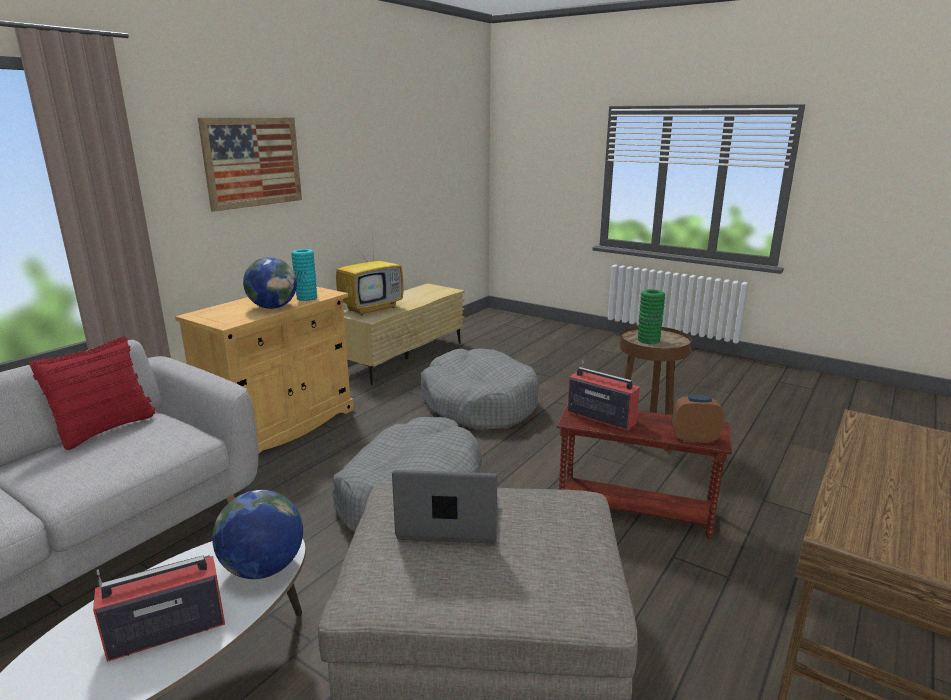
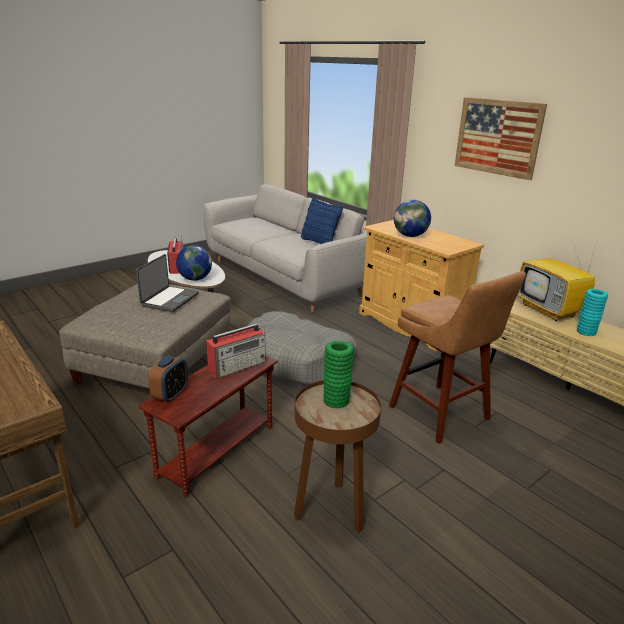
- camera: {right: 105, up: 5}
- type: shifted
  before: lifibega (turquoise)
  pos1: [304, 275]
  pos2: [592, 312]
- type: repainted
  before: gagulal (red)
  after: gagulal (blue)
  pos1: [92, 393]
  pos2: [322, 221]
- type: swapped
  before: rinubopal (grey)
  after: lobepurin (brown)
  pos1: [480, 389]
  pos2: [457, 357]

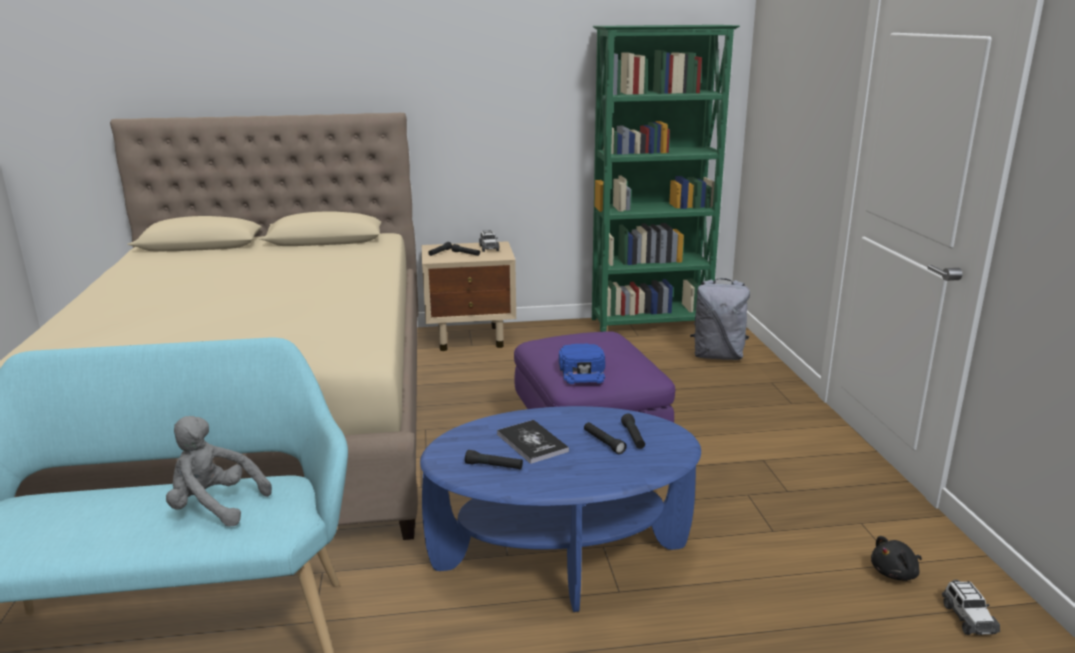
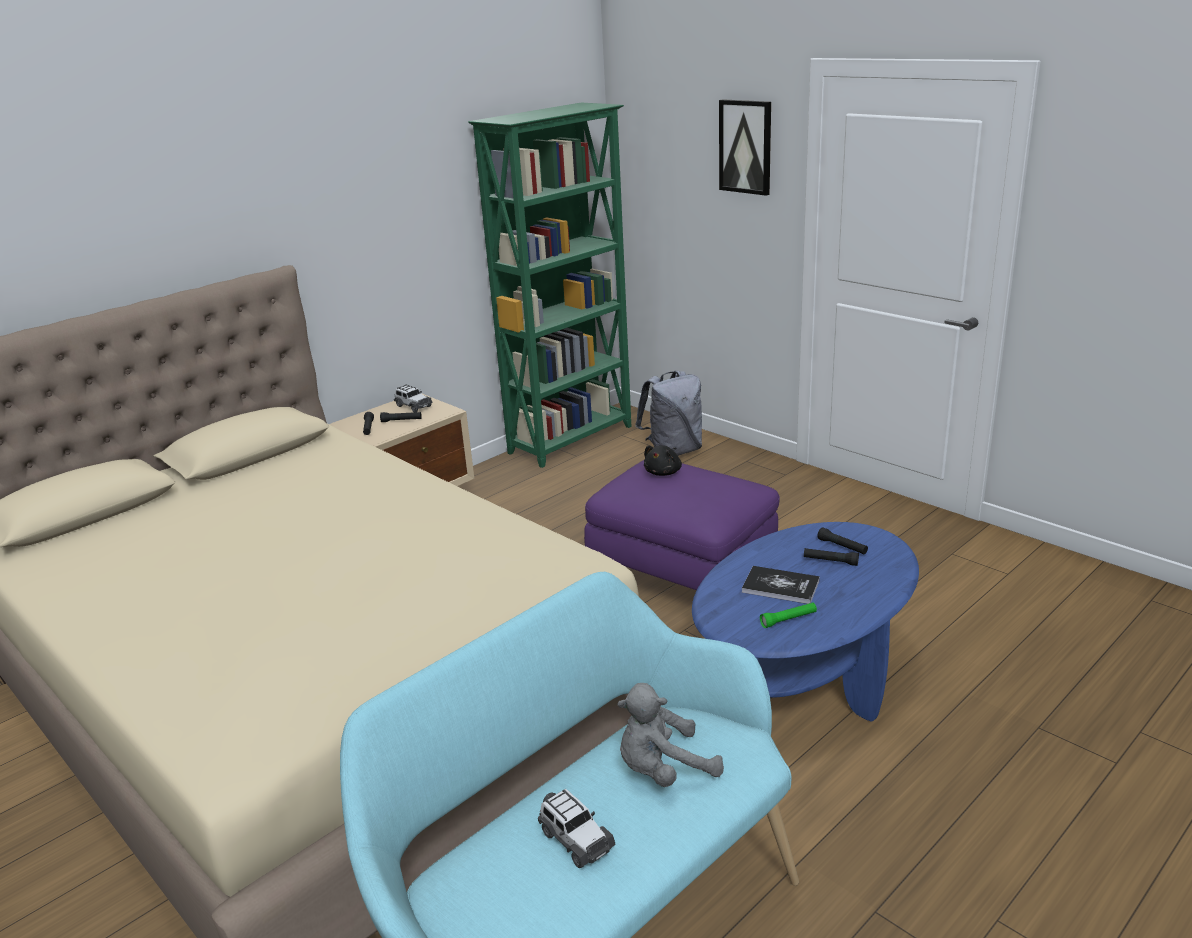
- camera: {right: -35, up: 5}
- type: gone
  before: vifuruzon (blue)
  pos1: [582, 364]
- type: repainted
  before: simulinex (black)
  after: simulinex (green)
  pos1: [494, 459]
  pos2: [788, 615]
- type: shifted
  before: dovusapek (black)
  pos1: [896, 558]
  pos2: [663, 460]
- type: shifted
  before: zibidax
  pos1: [971, 607]
  pos2: [576, 828]
- type: new
  after: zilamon
  pos2: [745, 147]

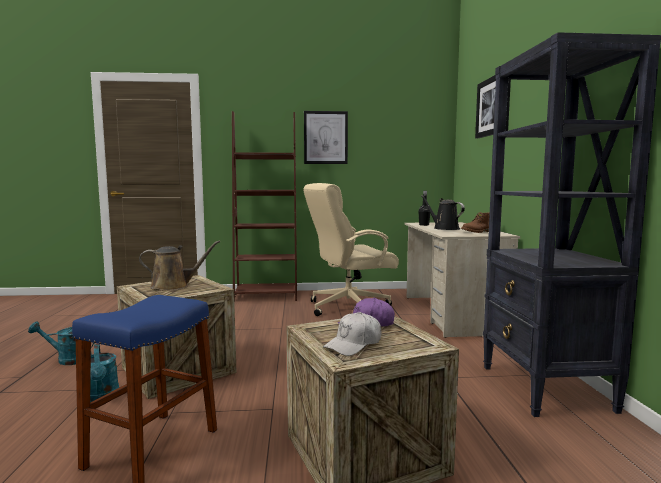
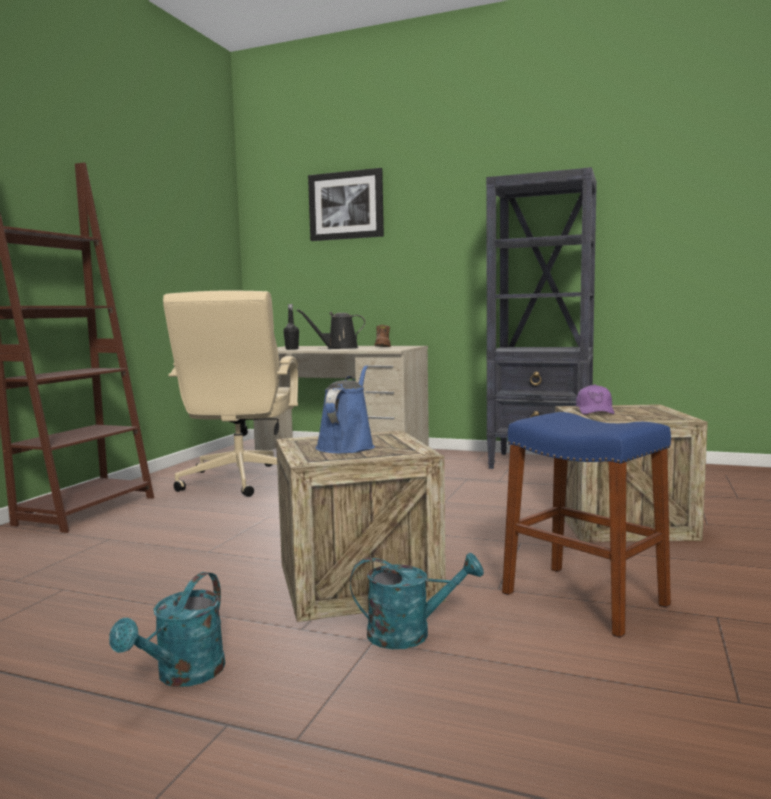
- camera: {right: -65, up: 0}
- type: gone
  before: zilamon
  pos1: [326, 137]
- type: repainted
  before: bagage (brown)
  after: bagage (blue)
  pos1: [179, 265]
  pos2: [345, 409]
- type: gone
  before: vifuruzon (white)
  pos1: [352, 334]

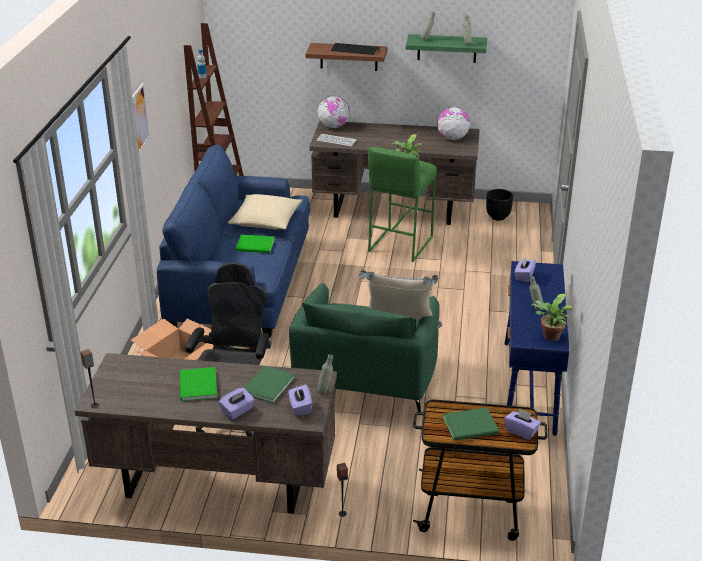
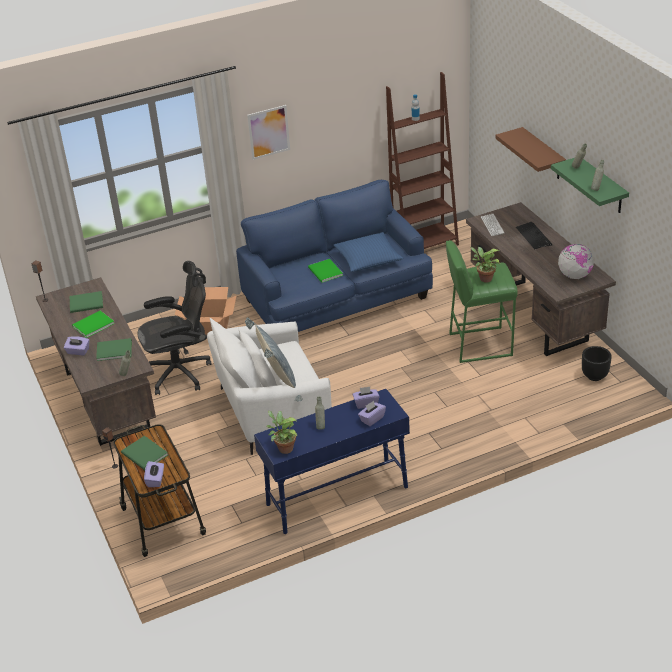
- camera: {right: 60, up: 5}
- type: shifted
  before: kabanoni
  pos1: [355, 49]
  pos2: [534, 235]
- type: gone
  before: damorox
  pos1: [333, 112]
- type: repainted
  before: gagulal (beige)
  after: gagulal (blue)
  pos1: [265, 211]
  pos2: [368, 252]
- type: repainted
  before: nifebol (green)
  after: nifebol (white)
  pos1: [364, 347]
  pos2: [269, 386]
- type: shifted
  before: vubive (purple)
  pos1: [300, 400]
  pos2: [372, 413]
- type: new
  after: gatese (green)
  pos2: [86, 302]

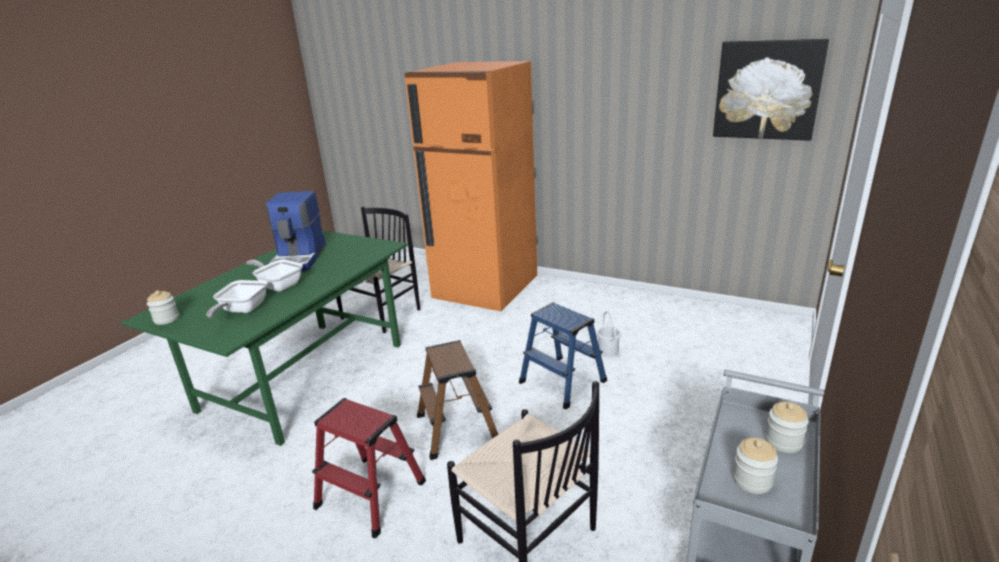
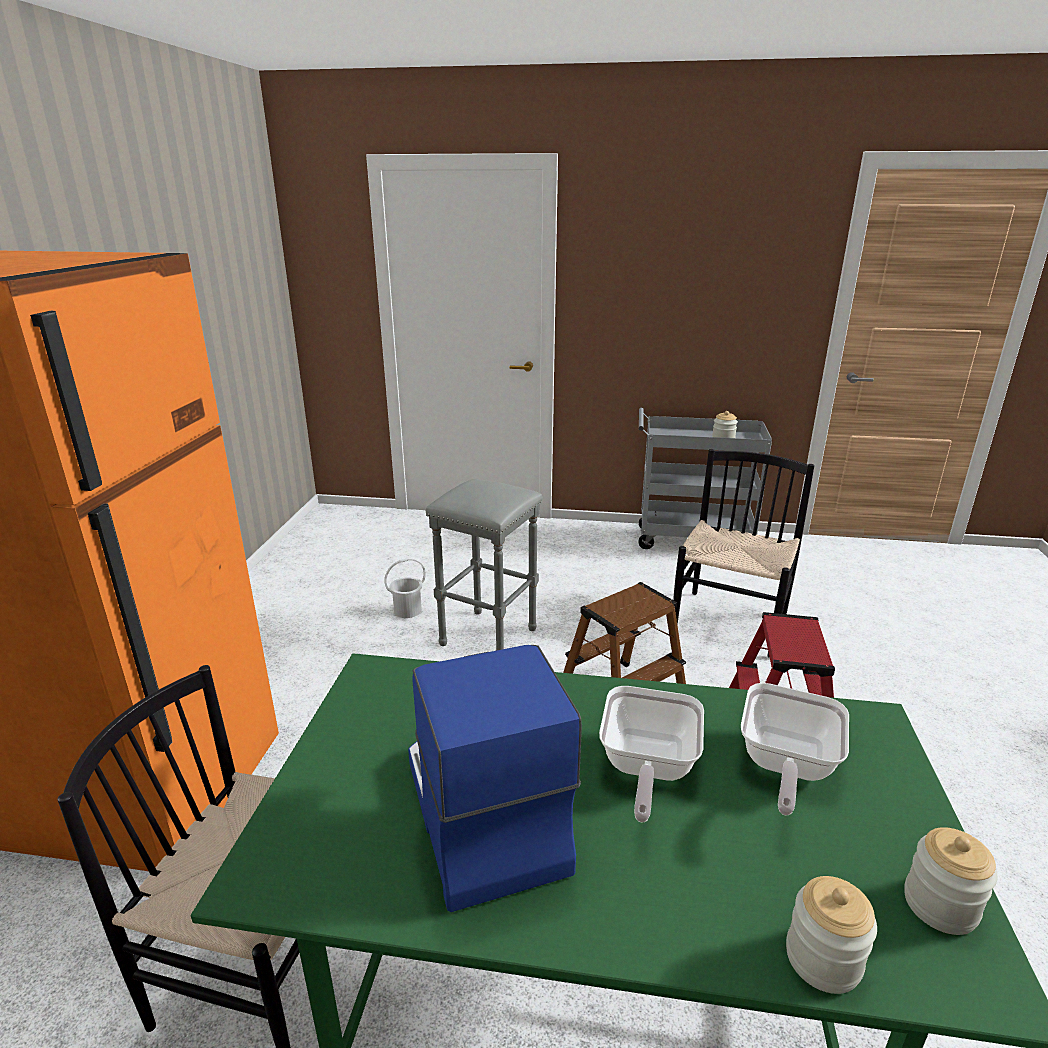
- camera: {right: -110, up: 0}
- type: gone
  before: zilamon
  pos1: [771, 90]
- type: rotated
  before: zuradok
  pos1: [295, 231]
  pos2: [495, 778]
  turn: -90
- type: rotated
  before: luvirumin
  pos1: [236, 299]
  pos2: [795, 749]
  turn: 120
- type: swapped
  before: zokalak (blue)
  after: lobepurin (grey)
  pos1: [563, 355]
  pos2: [483, 565]
- type: shifted
  before: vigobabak
  pos1: [787, 427]
  pos2: [831, 935]

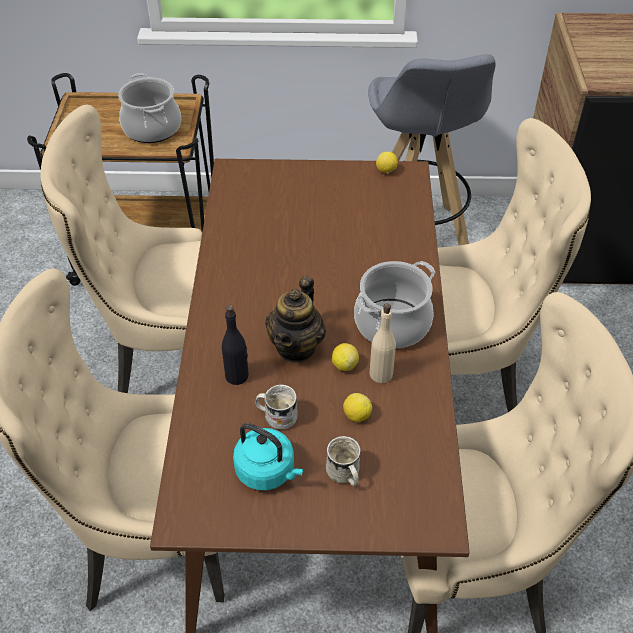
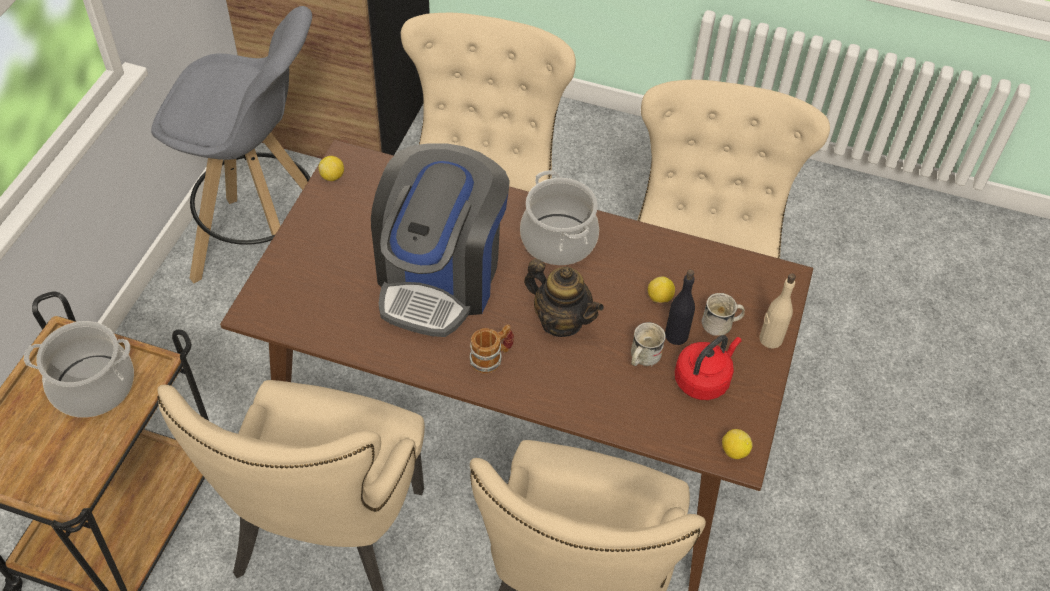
- camera: {right: -75, up: 5}
- type: shifted
  before: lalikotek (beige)
  pos1: [382, 343]
  pos2: [778, 311]
- type: shifted
  before: lalikotek (black)
  pos1: [235, 345]
  pos2: [680, 307]
- type: shifted
  before: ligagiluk
  pos1: [345, 357]
  pos2: [737, 444]
- type: repainted
  before: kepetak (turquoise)
  after: kepetak (red)
  pos1: [268, 456]
  pos2: [708, 367]
- type: new
  after: zuradok
  pos2: [440, 240]
- type: new
  after: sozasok
  pos2: [492, 349]

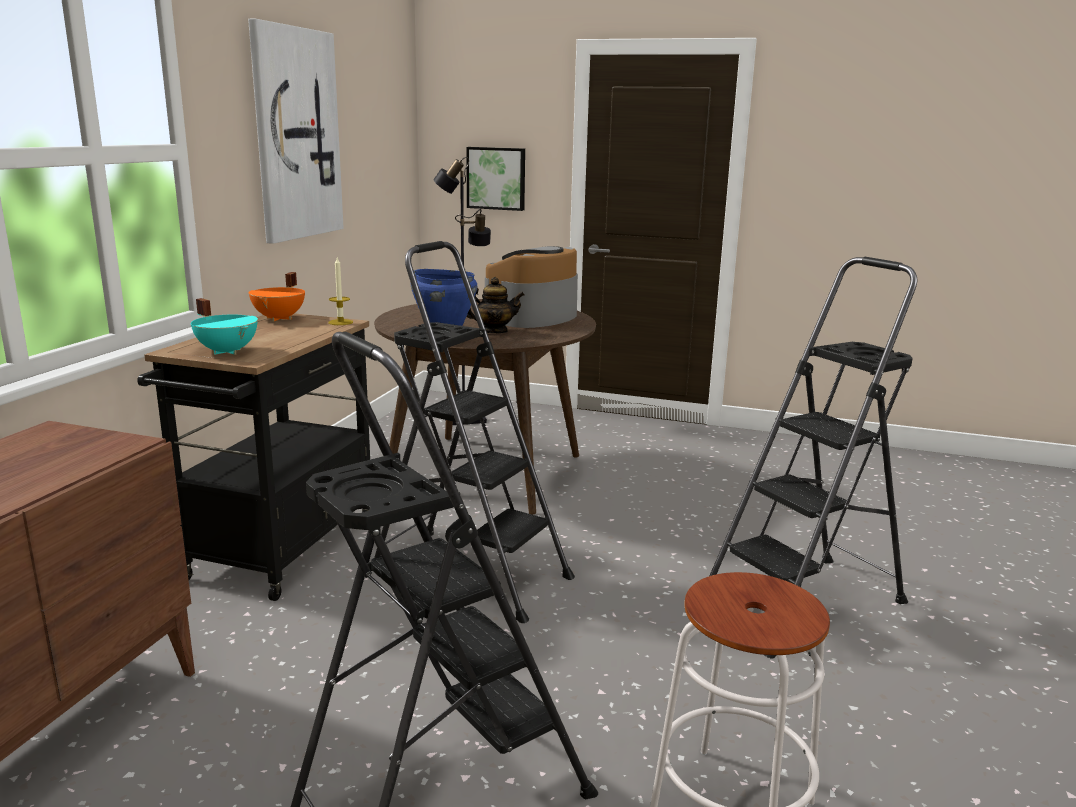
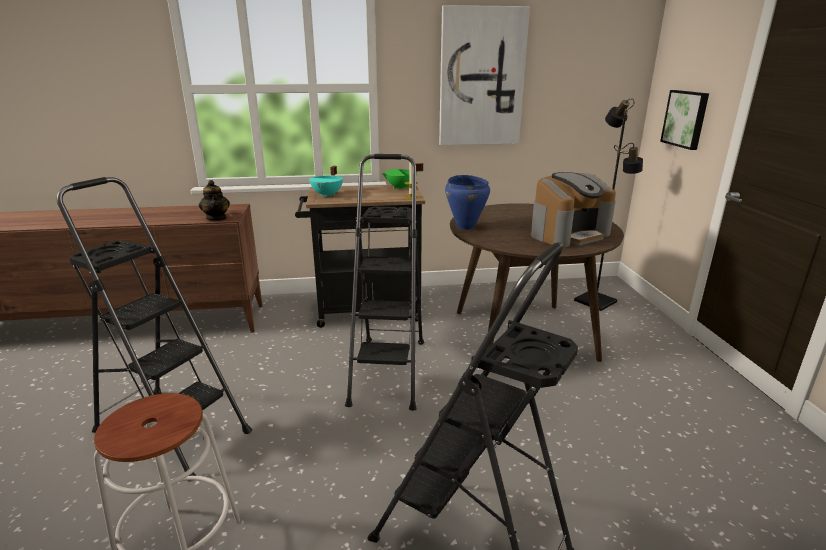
- camera: {right: 65, up: 5}
- type: rotated
  before: zuradok
  pos1: [531, 287]
  pos2: [573, 209]
  turn: 135
- type: repainted
  before: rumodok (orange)
  after: rumodok (green)
  pos1: [276, 297]
  pos2: [402, 176]
- type: shifted
  before: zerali
  pos1: [495, 305]
  pos2: [214, 200]

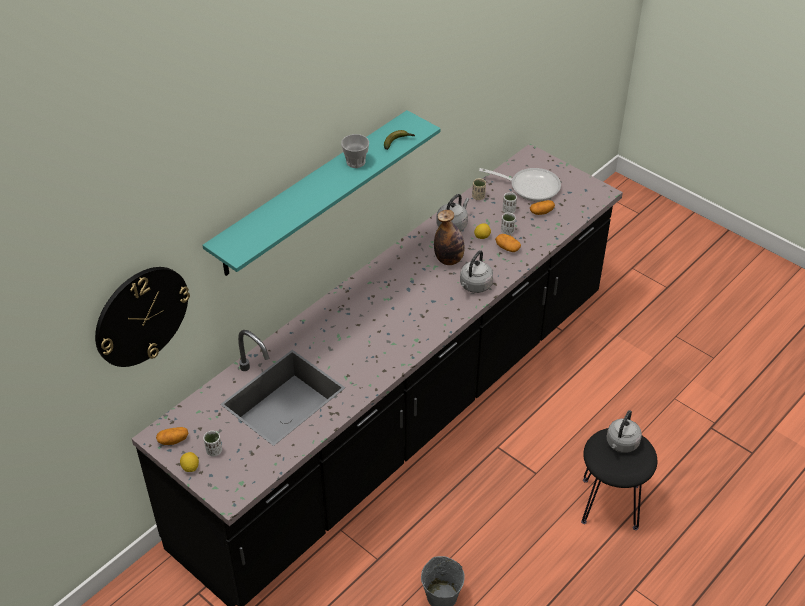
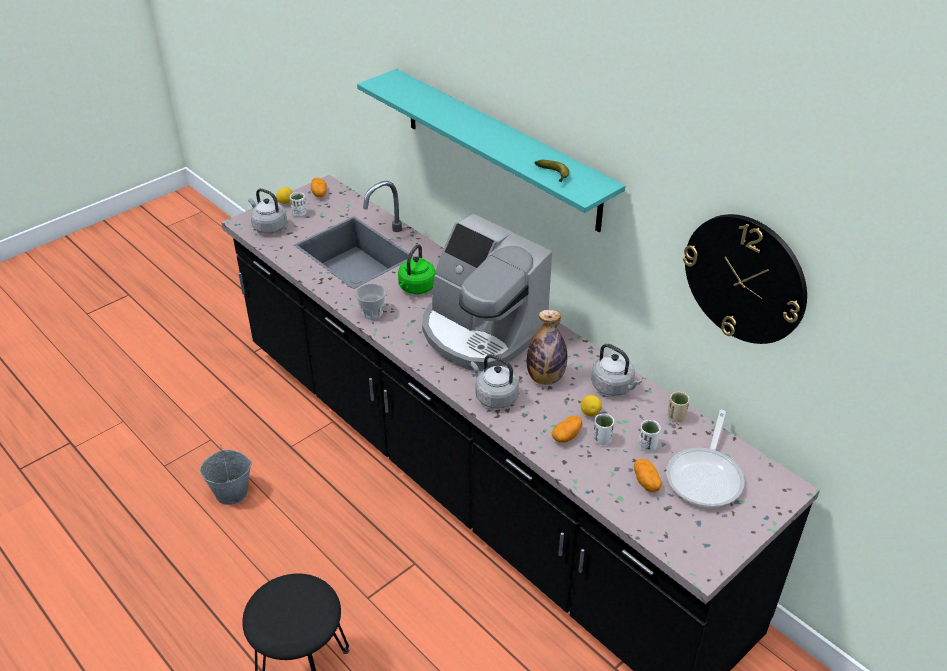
- camera: {right: 95, up: -5}
- type: shifted
  before: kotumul
  pos1: [355, 151]
  pos2: [370, 301]
- type: shifted
  before: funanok
  pos1: [142, 317]
  pos2: [745, 279]
- type: shifted
  before: kepetak (grey)
  pos1: [624, 431]
  pos2: [267, 211]
- type: new
  after: zuradok
  pos2: [487, 292]
- type: new
  after: kepetak (green)
  pos2: [417, 269]

